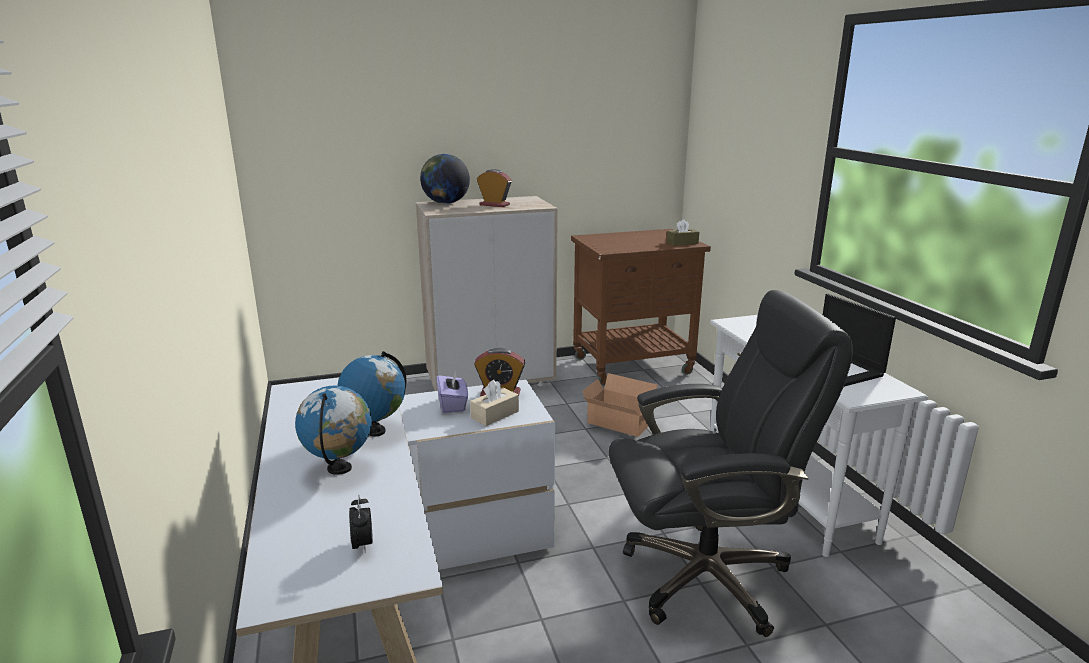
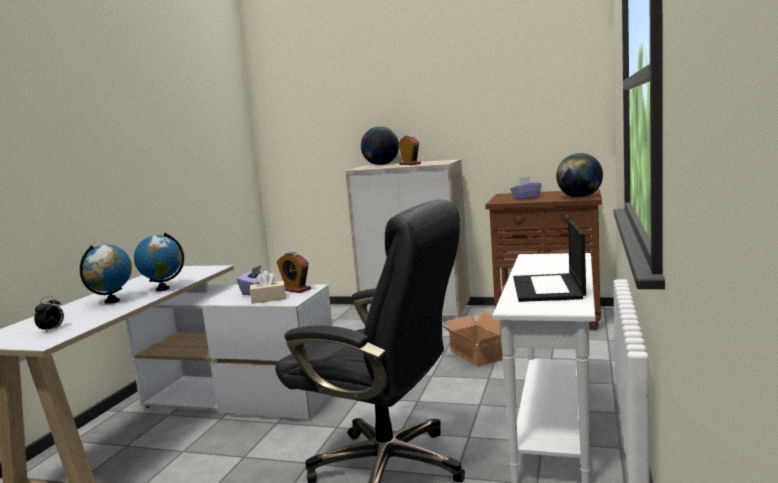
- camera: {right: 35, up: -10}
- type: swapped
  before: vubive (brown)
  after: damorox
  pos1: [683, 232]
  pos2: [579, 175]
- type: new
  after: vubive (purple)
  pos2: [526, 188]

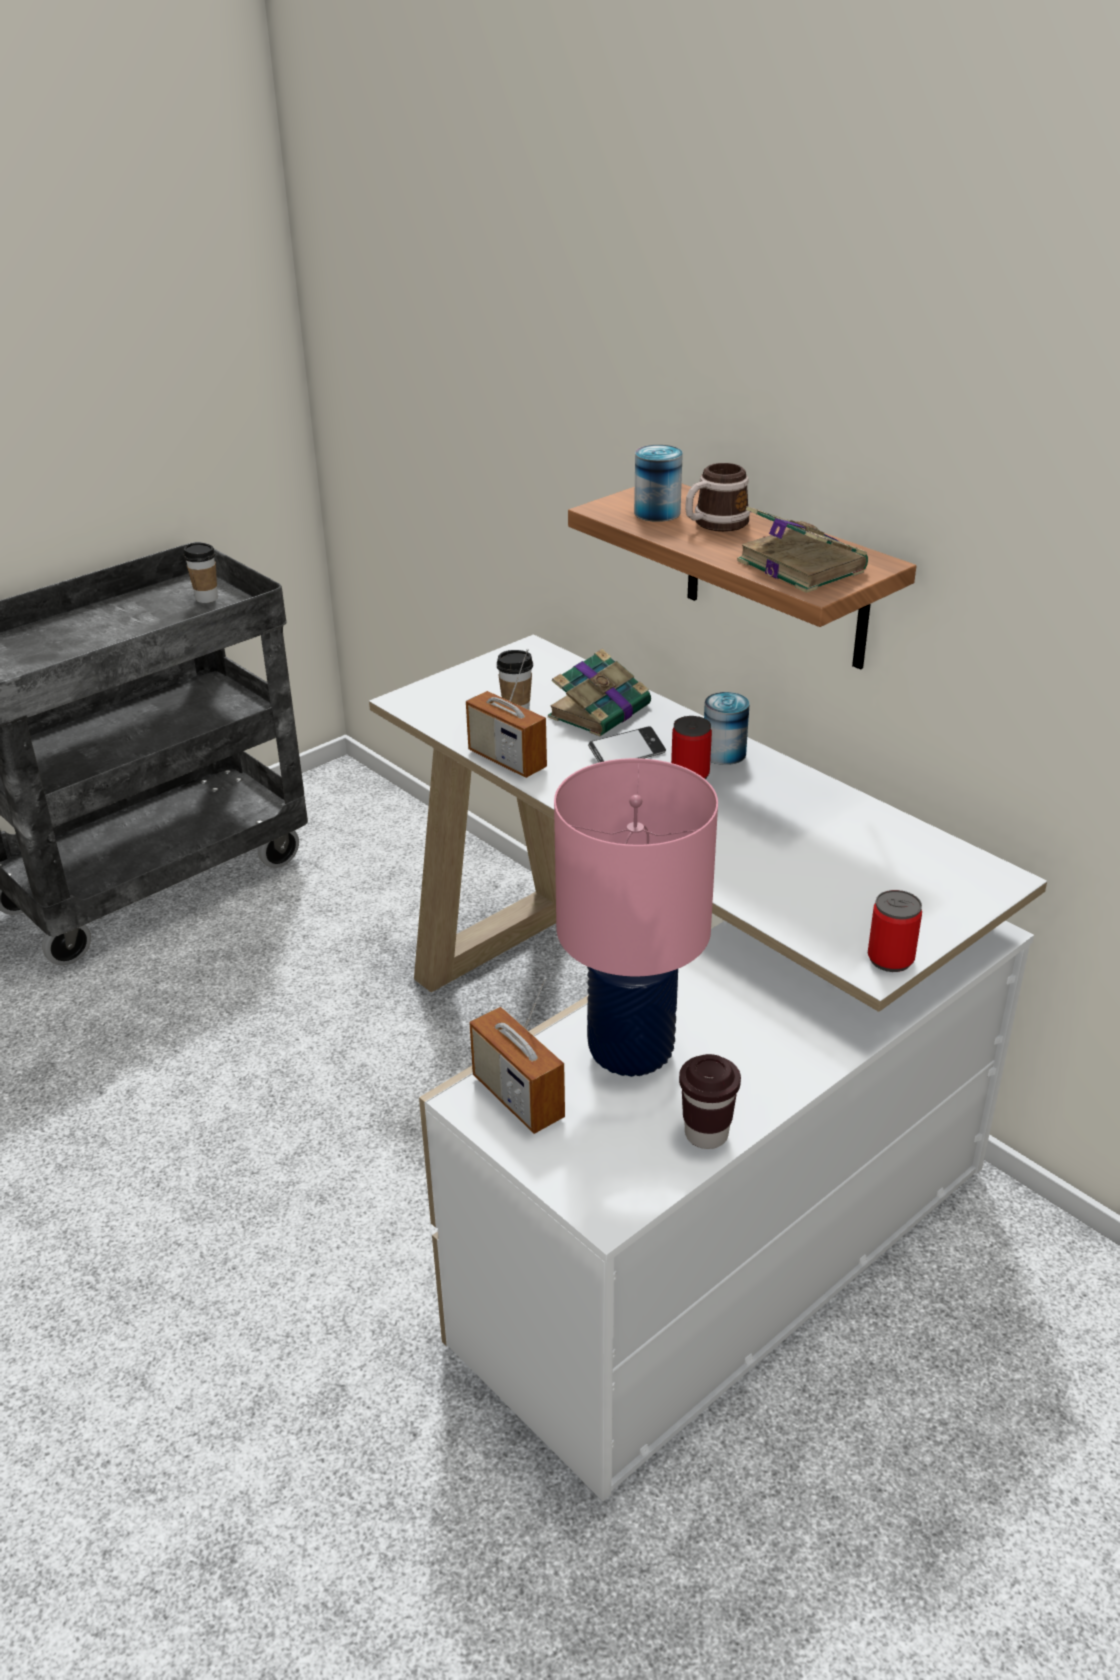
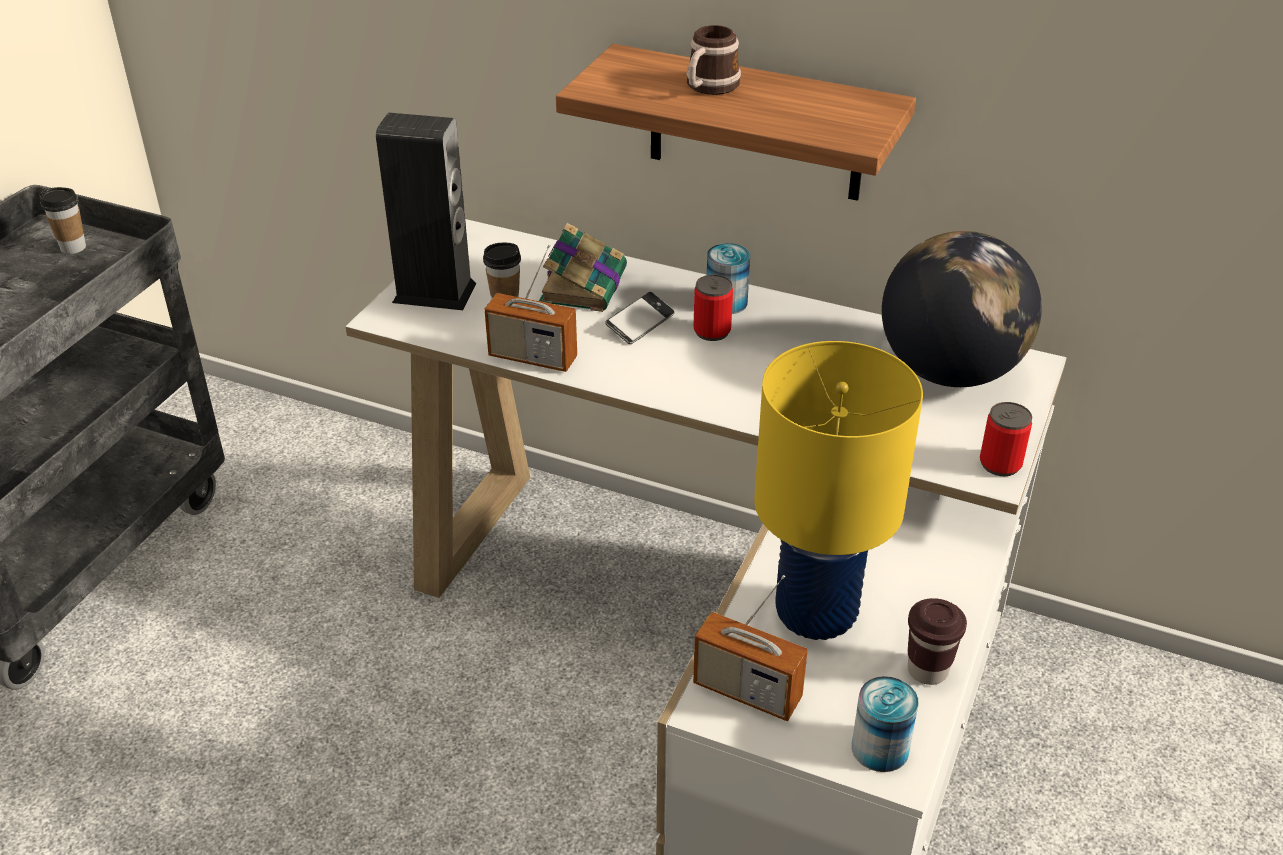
- camera: {right: -25, up: 5}
- type: shifted
  before: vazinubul
  pos1: [658, 483]
  pos2: [885, 724]
- type: gone
  before: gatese
  pos1: [802, 549]
- type: repainted
  before: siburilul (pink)
  after: siburilul (yellow)
  pos1: [636, 917]
  pos2: [838, 490]
- type: new
  after: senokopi
  pos2: [426, 211]
- type: new
  after: damorox
  pos2: [962, 309]

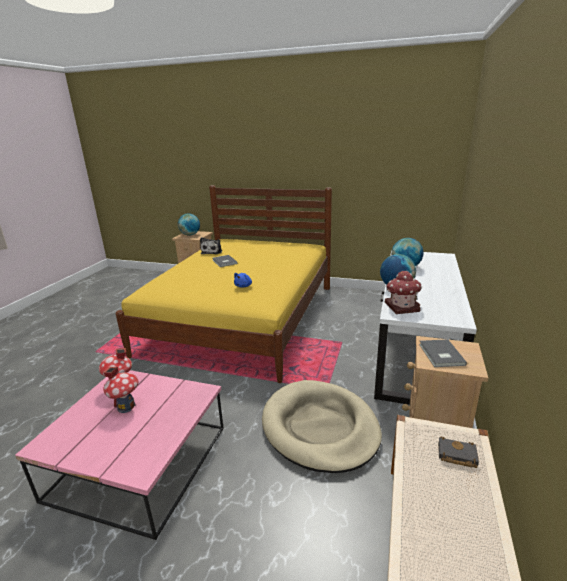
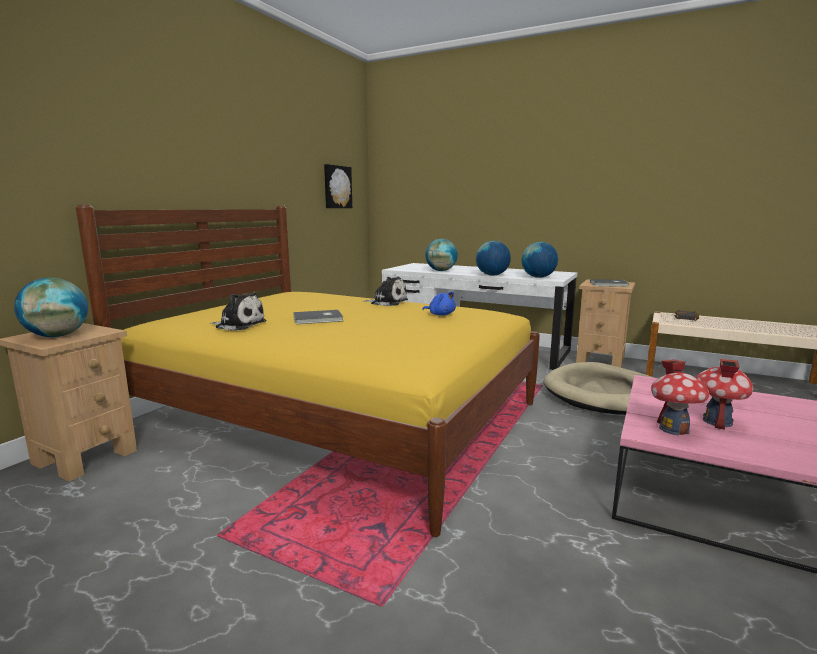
- camera: {right: -80, up: -10}
- type: swapped
  before: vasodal
  after: damorox
  pos1: [403, 292]
  pos2: [540, 260]
- type: new
  after: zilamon
  pos2: [338, 186]
- type: new
  after: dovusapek
  pos2: [385, 291]

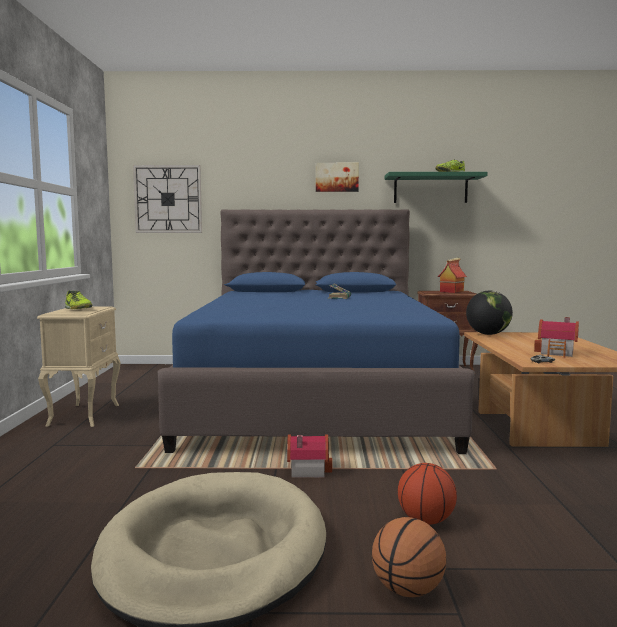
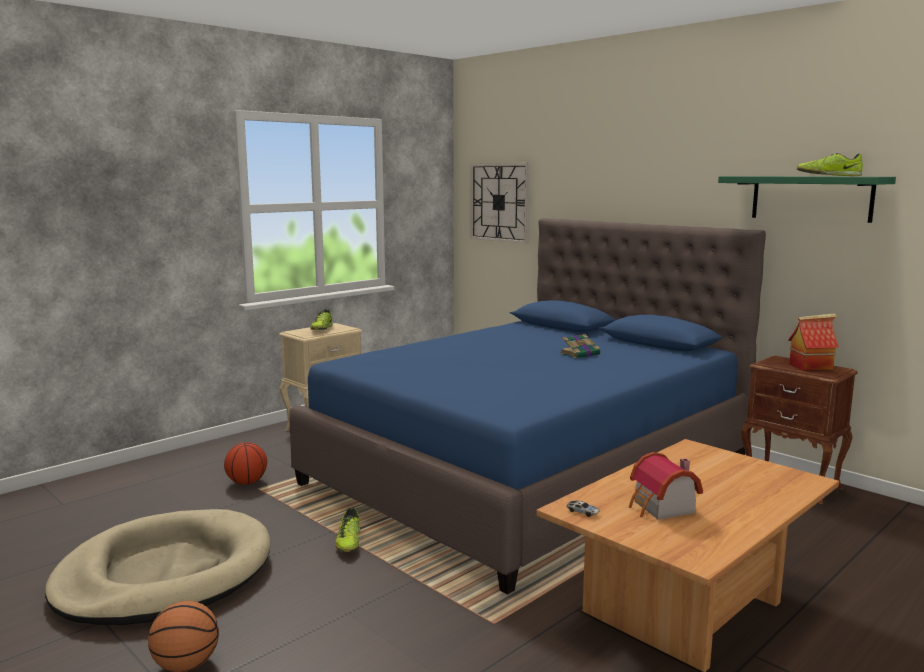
- camera: {right: 45, up: 5}
- type: gone
  before: zilamon
  pos1: [337, 177]
- type: gone
  before: damorox
  pos1: [489, 313]
- type: swapped
  before: vasodal
  after: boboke
  pos1: [309, 456]
  pos2: [347, 530]
- type: shifted
  before: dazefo
  pos1: [427, 494]
  pos2: [245, 463]

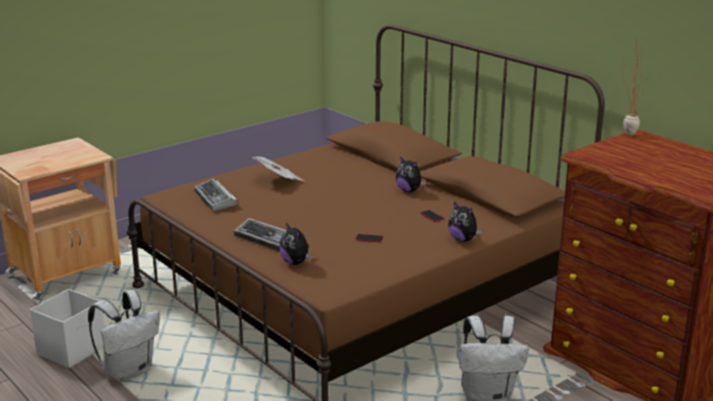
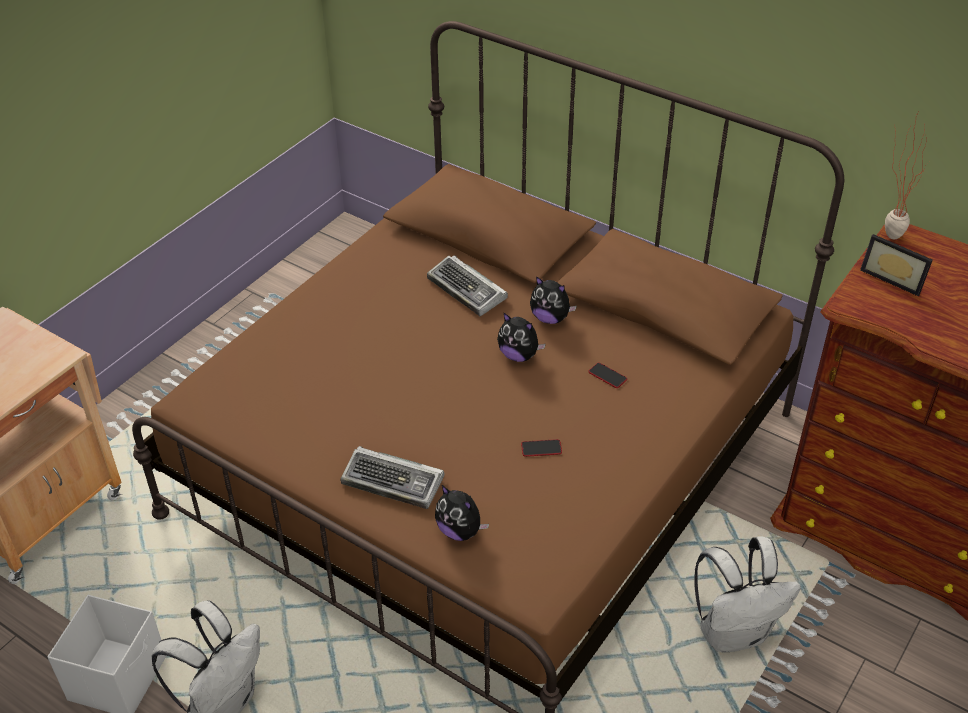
- camera: {right: -15, up: 20}
- type: gone
  before: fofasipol
  pos1: [278, 168]
- type: shifted
  before: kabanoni
  pos1: [216, 195]
  pos2: [467, 285]
- type: shifted
  before: dovusapek
  pos1: [465, 222]
  pos2: [521, 337]
- type: new
  after: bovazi
  pos2: [896, 265]

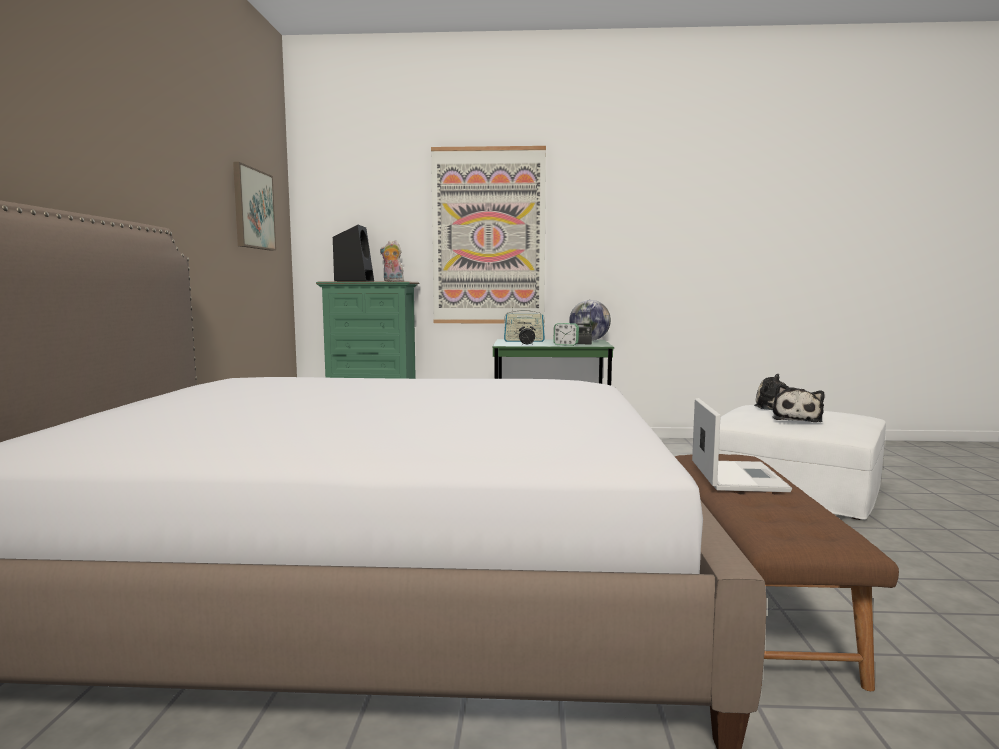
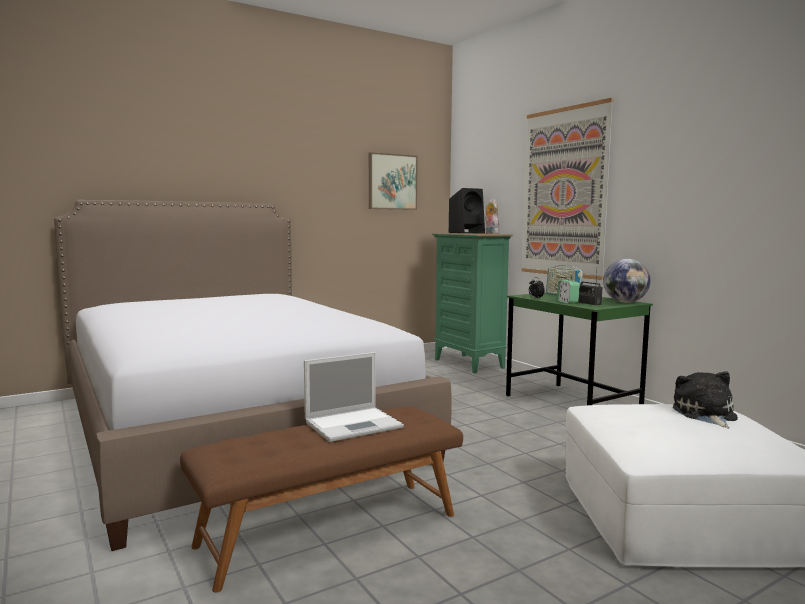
- camera: {right: 55, up: 0}
- type: gone
  before: dovusapek
  pos1: [798, 403]

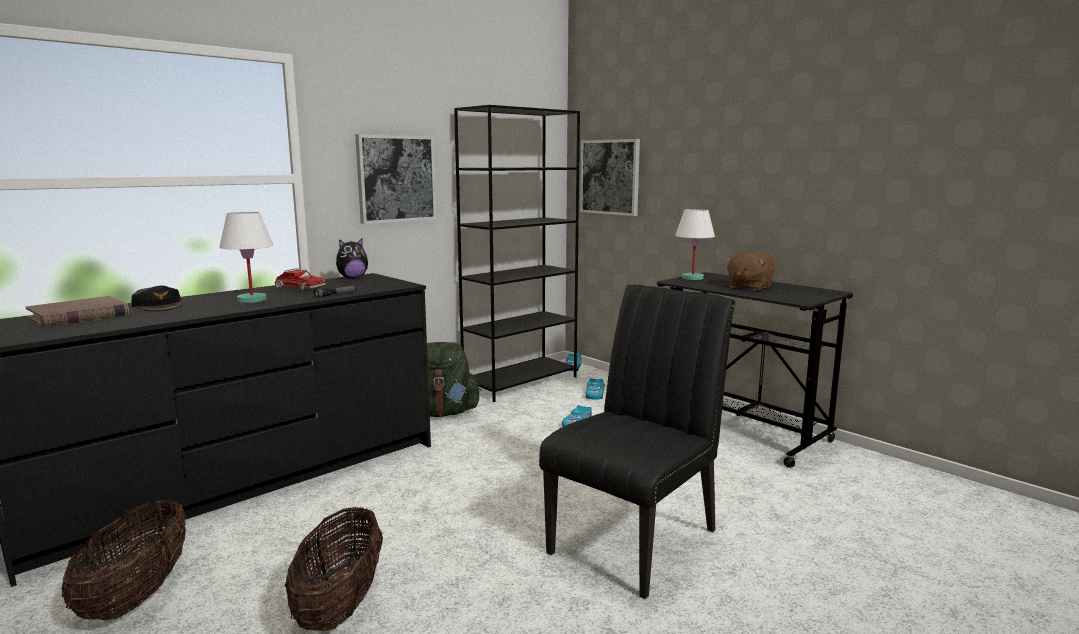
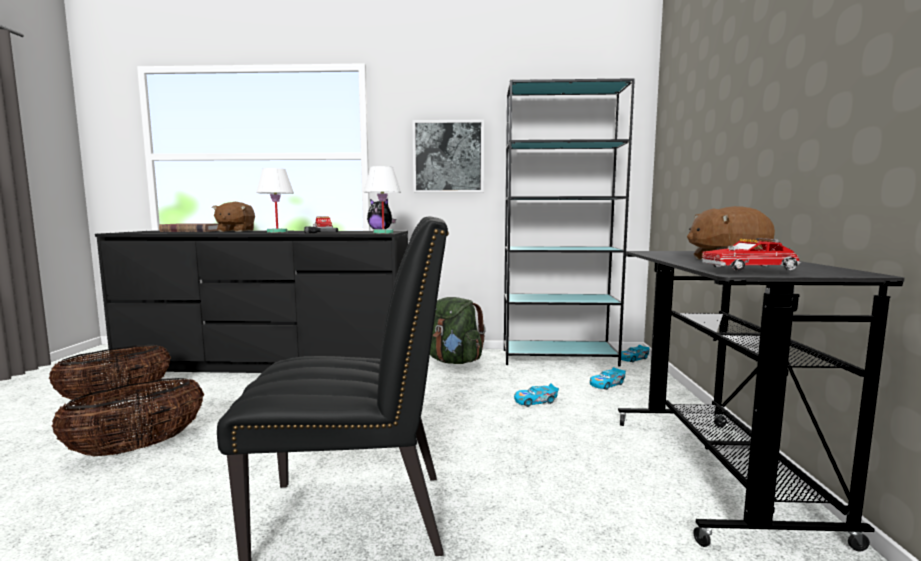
- camera: {right: 45, up: -5}
- type: repainted
  before: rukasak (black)
  after: rukasak (turquoise)
  pos1: [517, 253]
  pos2: [569, 222]
- type: gone
  before: zilamon
  pos1: [610, 177]
- type: shifted
  before: siburilul (white)
  pos1: [695, 244]
  pos2: [382, 200]
- type: swapped
  before: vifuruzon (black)
  after: dovusapek (brown)
  pos1: [156, 298]
  pos2: [233, 217]
- type: new
  after: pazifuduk
  pos2: [751, 254]

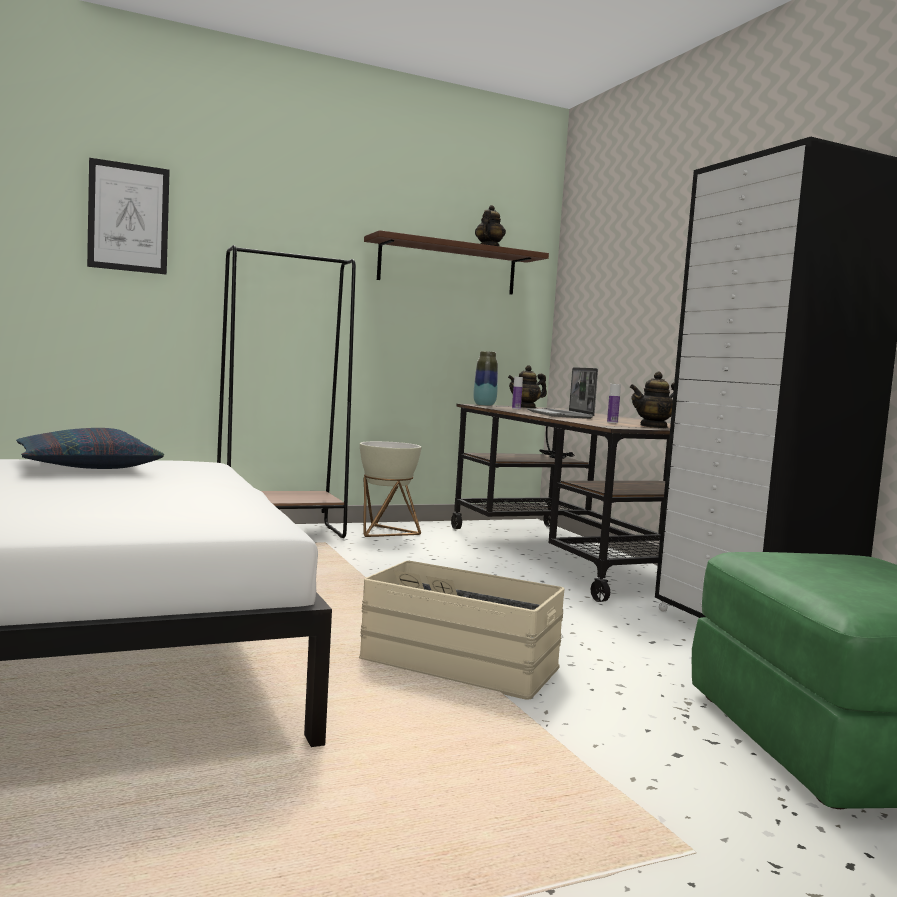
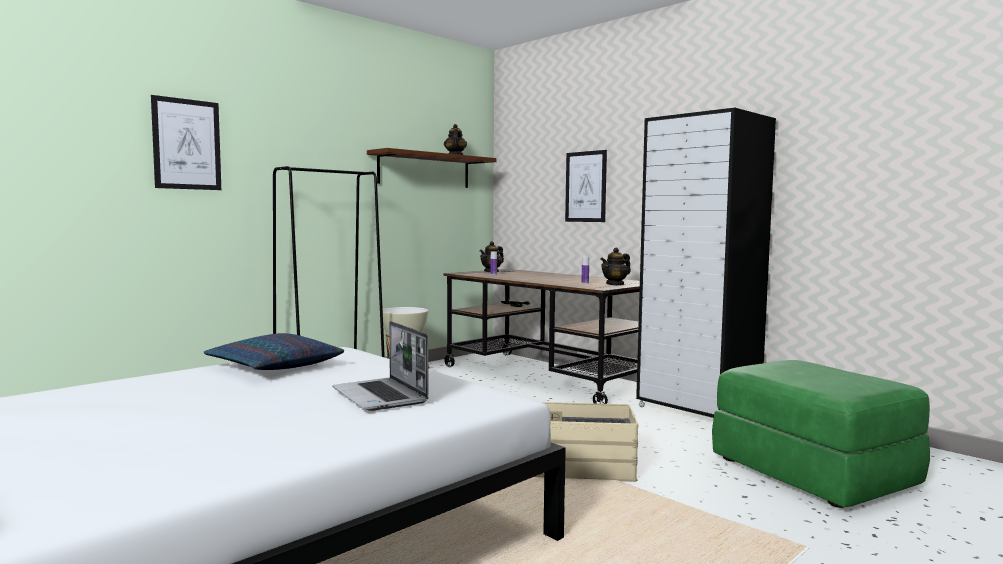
- camera: {right: -20, up: 0}
- type: gone
  before: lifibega
  pos1: [485, 378]
- type: shifted
  before: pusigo
  pos1: [562, 393]
  pos2: [380, 366]
- type: new
  after: zilamon
  pos2: [586, 186]

